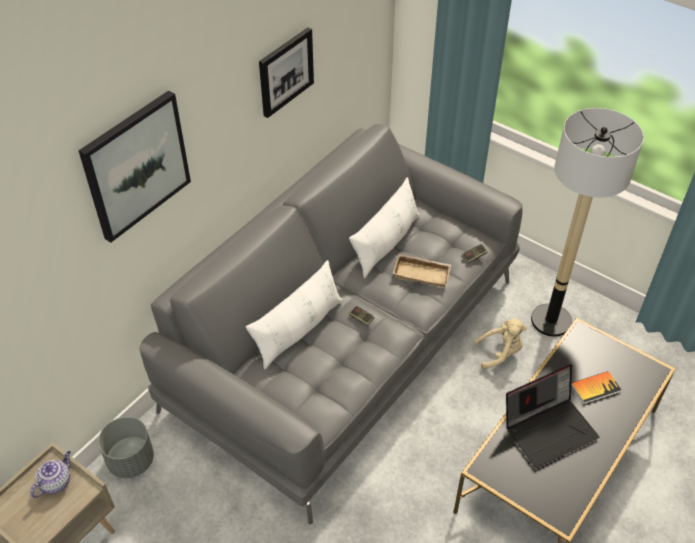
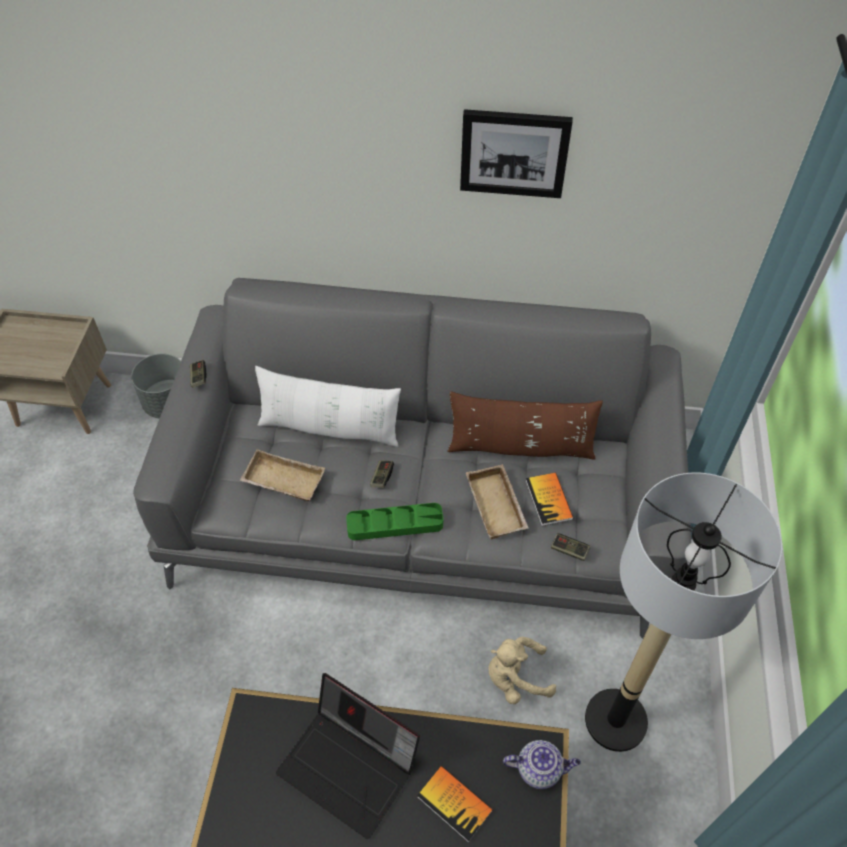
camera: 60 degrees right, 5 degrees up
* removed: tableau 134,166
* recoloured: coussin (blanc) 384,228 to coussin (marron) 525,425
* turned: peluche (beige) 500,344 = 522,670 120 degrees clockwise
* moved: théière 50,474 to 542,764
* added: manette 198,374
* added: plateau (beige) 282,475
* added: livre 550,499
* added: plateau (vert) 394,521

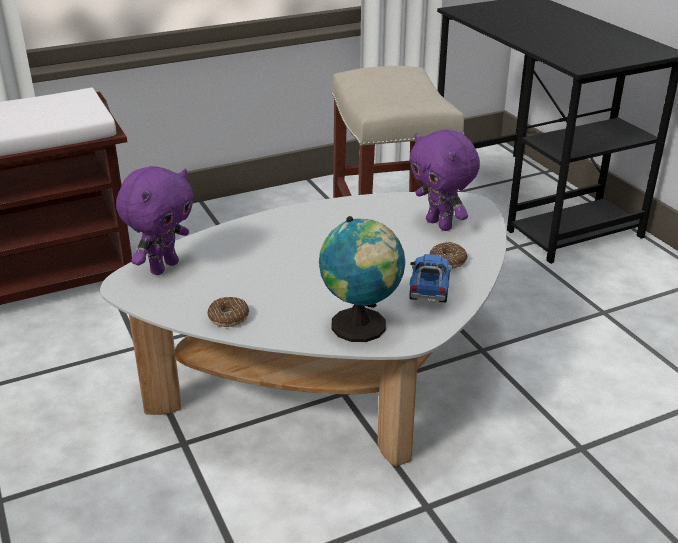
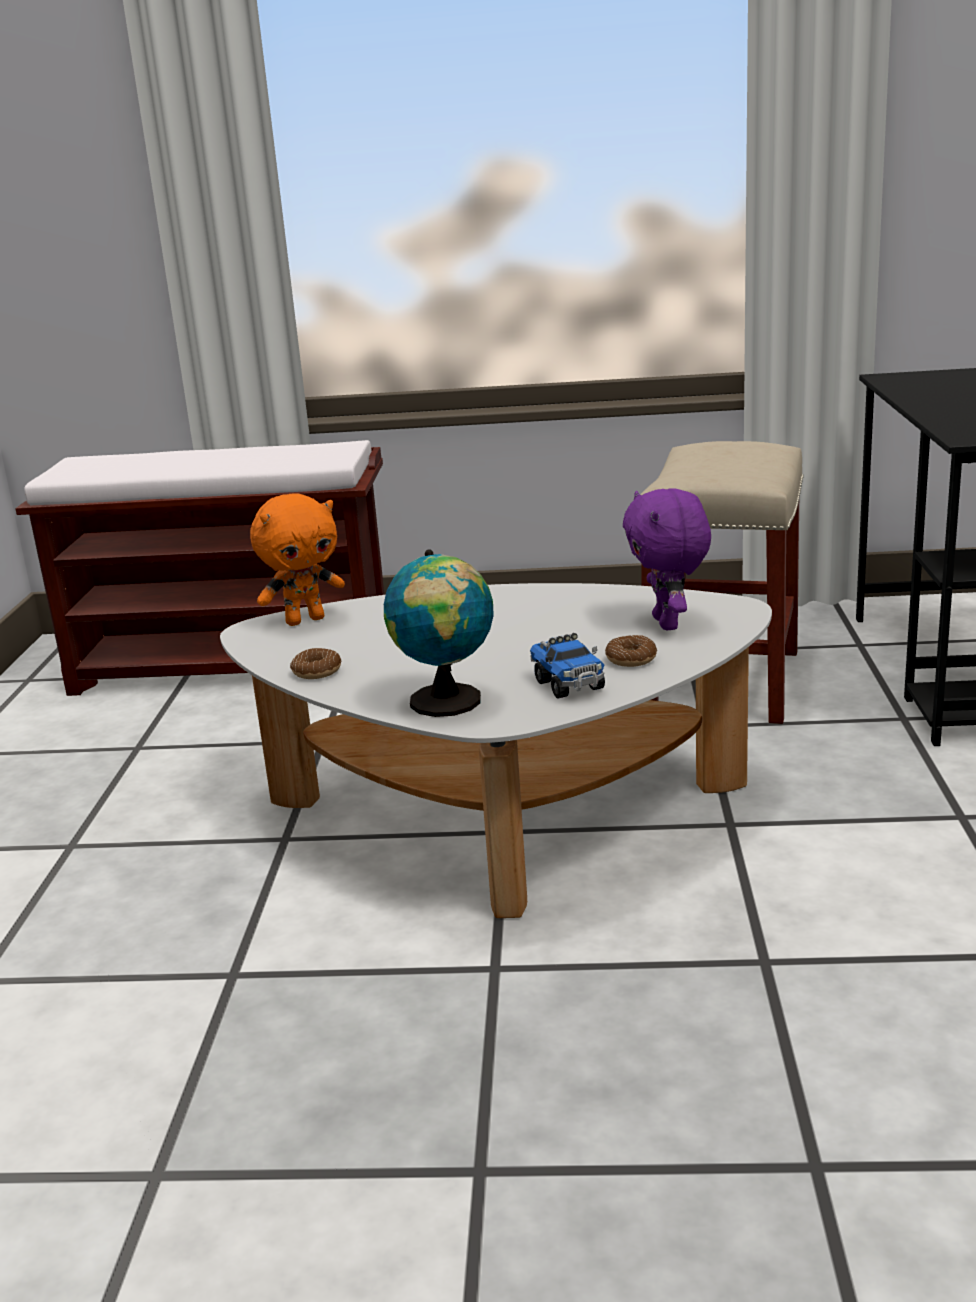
camera: 30 degrees right, 10 degrees down
* recoloured: peluche (violet) 155,220 to peluche (orange) 297,559
* turned: camion jouet 430,278 = 567,665 120 degrees clockwise

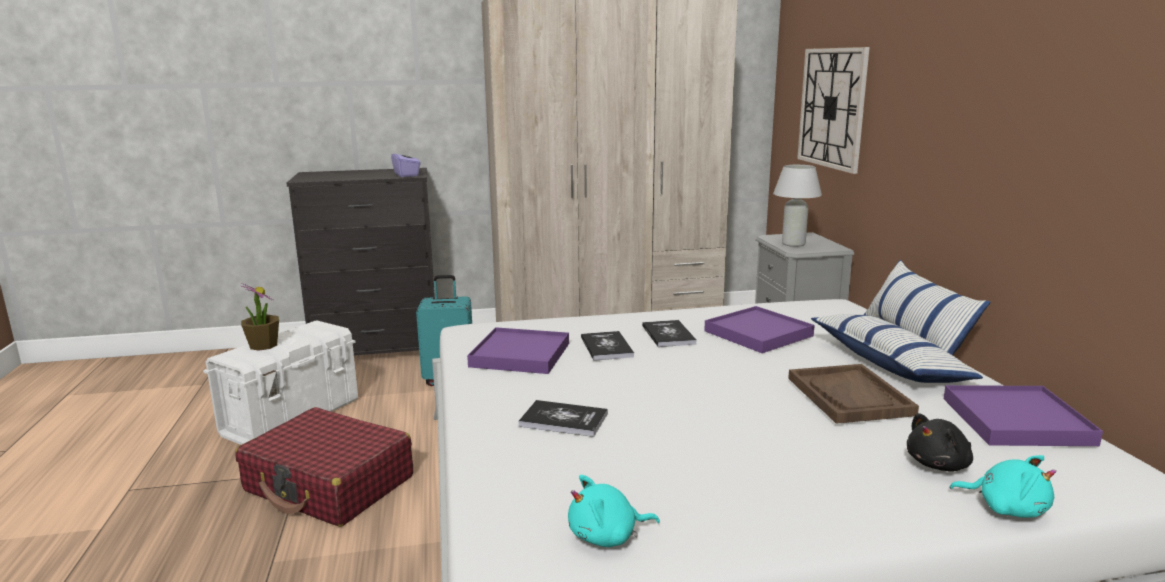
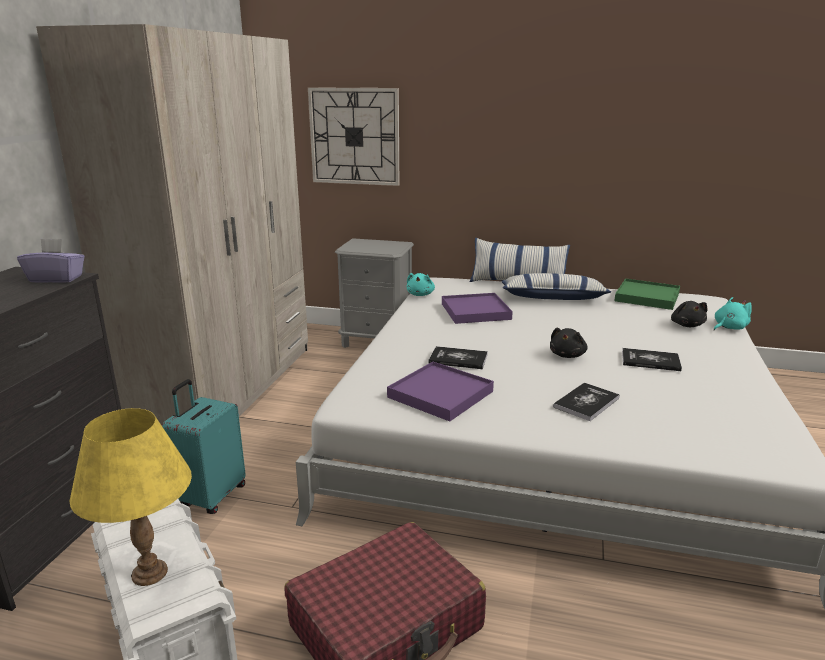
camera: 65 degrees left, 5 degrees up
* removed: lampe de table (blanc) 797,206
* replaced: plante en pot 259,317 to lampe de table (jaune) 130,497
* moved: livre 669,333 to 652,359
* removed: plateau (marron) 853,394
* recoloured: plateau (violet) 1023,415 to plateau (vert) 647,294
* moved: peluche (turquoise) 614,511 to 421,284
* added: peluche (noir) 569,343

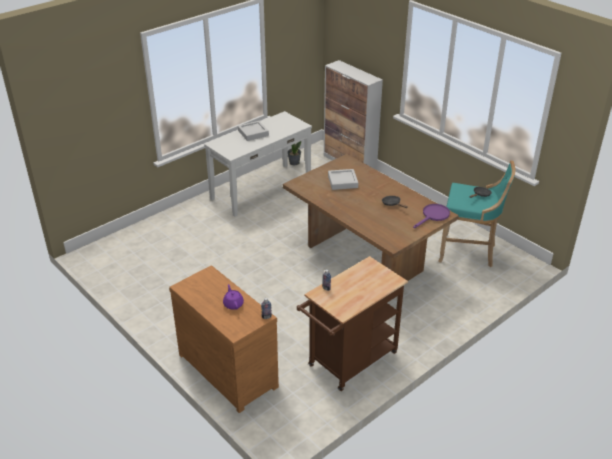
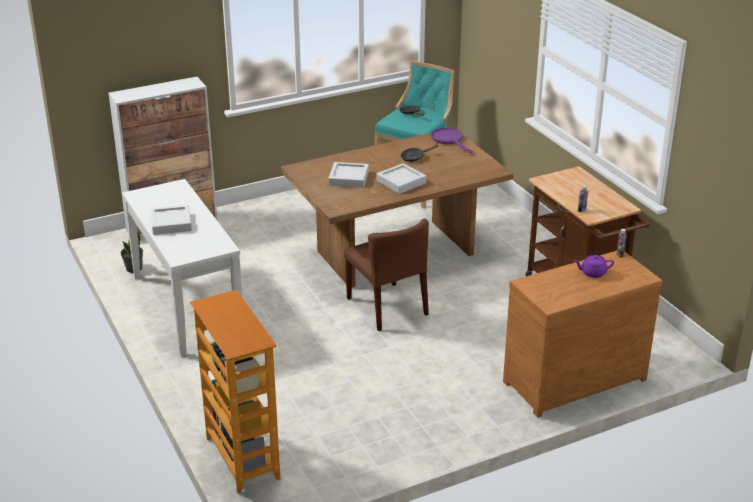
camera: 75 degrees left, 5 degrees down
* added: plateau (gris) 401,178
* added: chaise (marron) 386,274
* added: bibliothèque 235,391

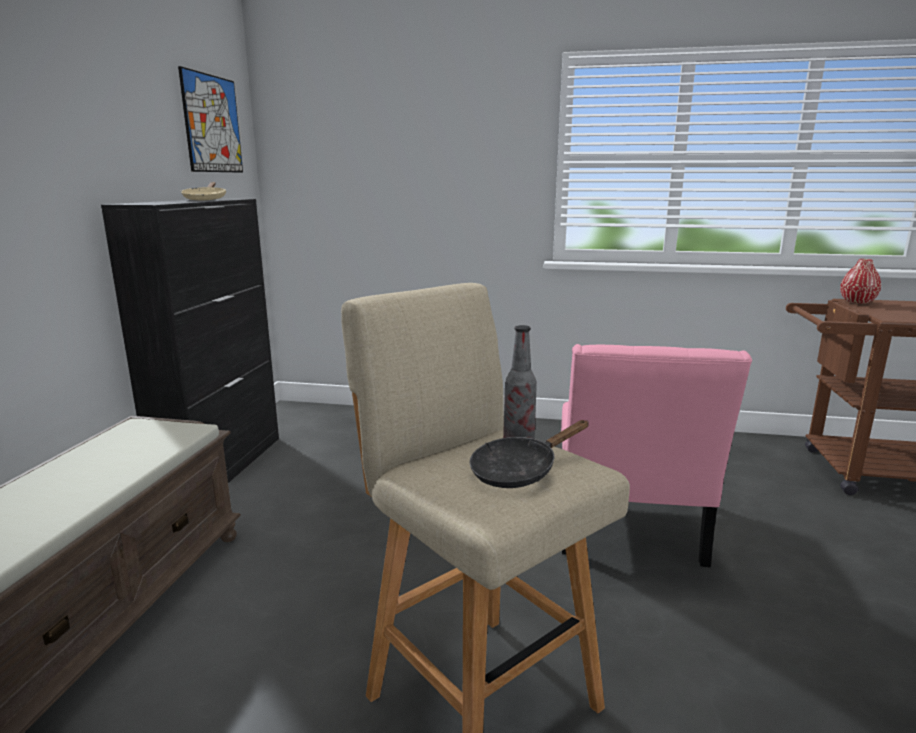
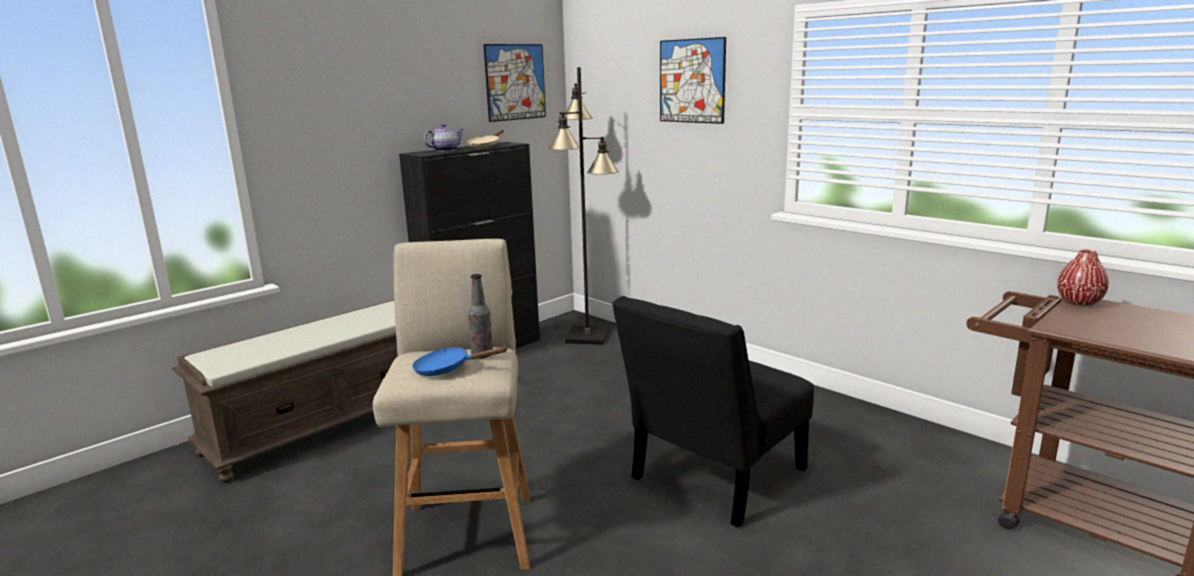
camera: 35 degrees right, 0 degrees up
* recoloured: chaise (rose) 656,455 to chaise (noir) 713,412
* recoloured: poêle (noir) 529,454 to poêle (bleu) 460,361
* added: tableau 693,80
* added: lampadaire (noir) 583,206
* added: théière 443,138

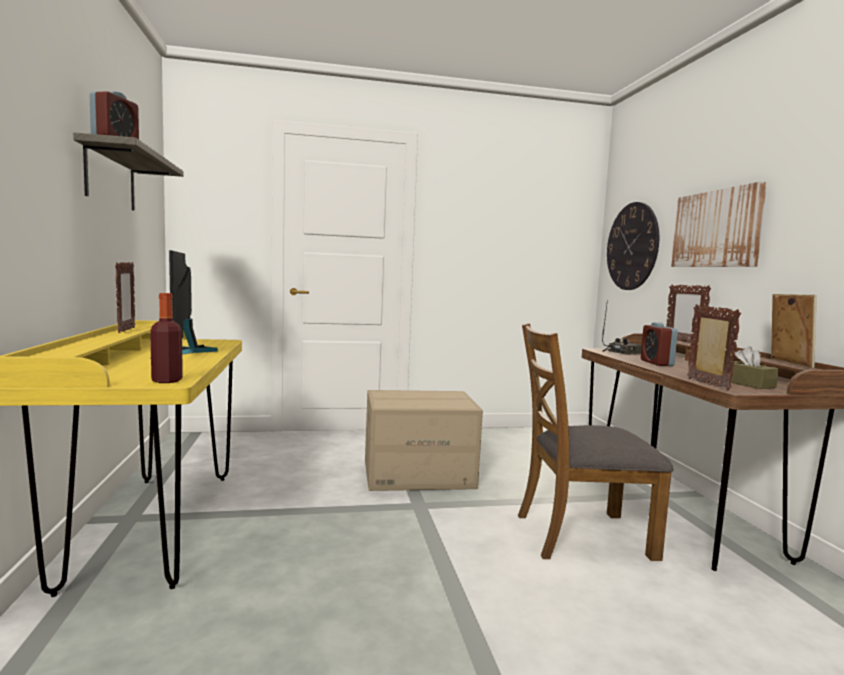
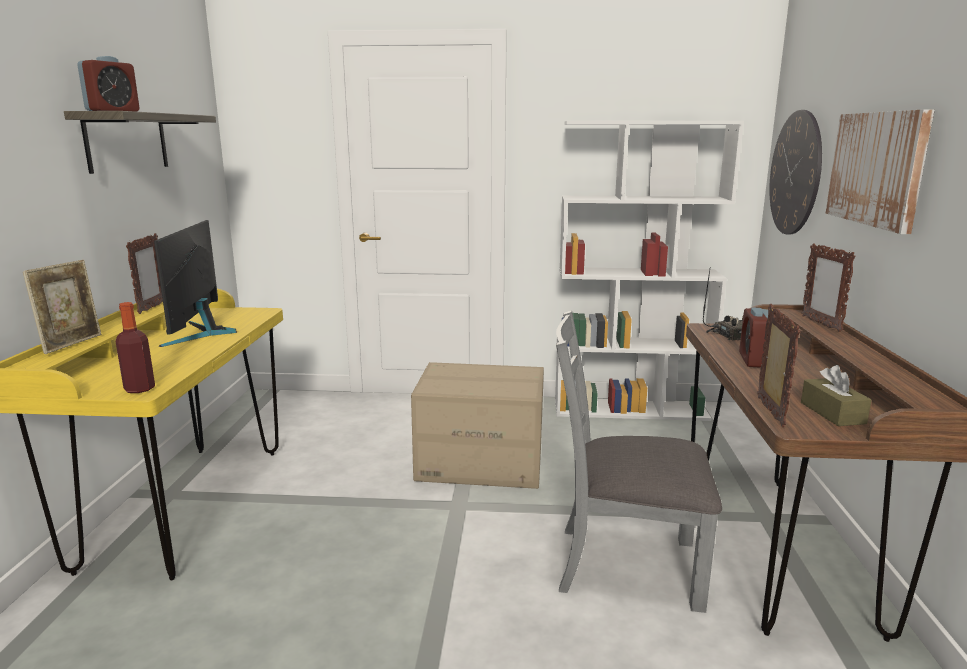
camera: 15 degrees right, 10 degrees up
* moved: cadre photo 794,331 to 62,307
* recoloured: chaise (marron) 596,442 to chaise (gris) 639,462
* added: bibliothèque (blanc) 649,271

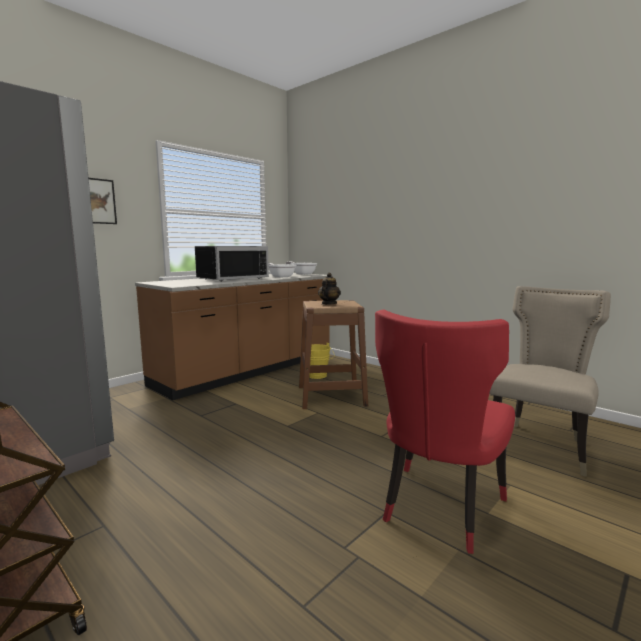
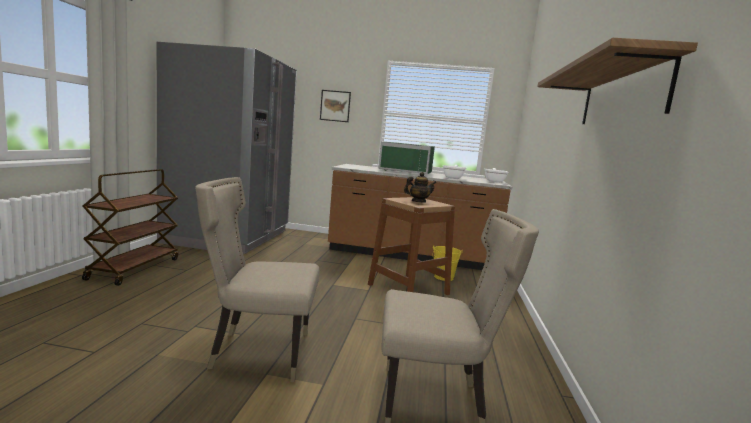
camera: 55 degrees right, 0 degrees up
* recoloured: micro-ondes (noir) 232,264 to micro-ondes (vert) 406,158
* recoloured: chaise (rouge) 445,431 to chaise (beige) 257,279
* added: étagère 617,81

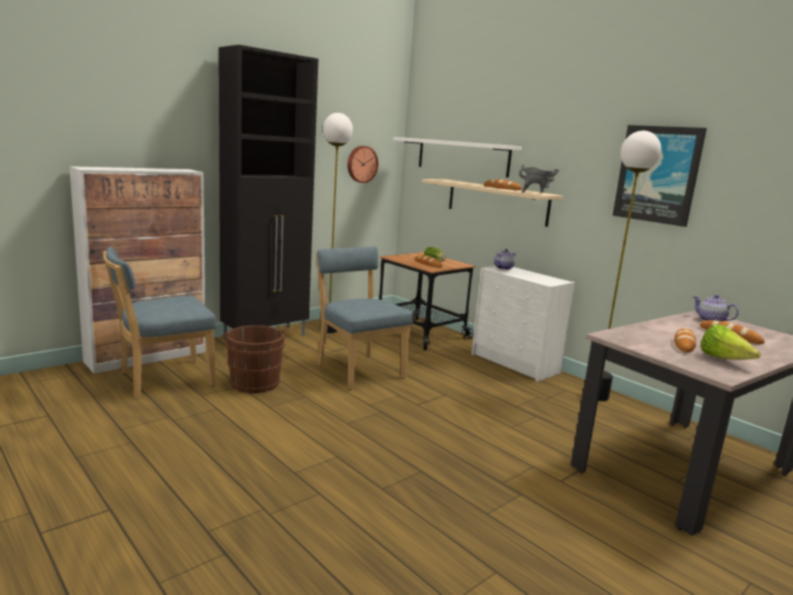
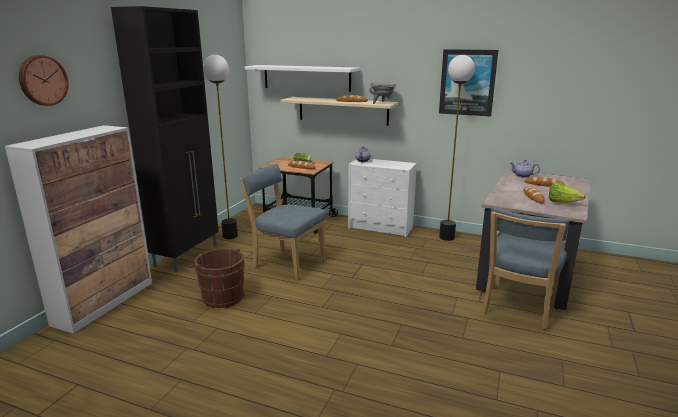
camera: 25 degrees left, 5 degrees up
* moved: horloge murale 362,164 to 44,80
* moved: chaise (bleu) 159,322 to 525,268

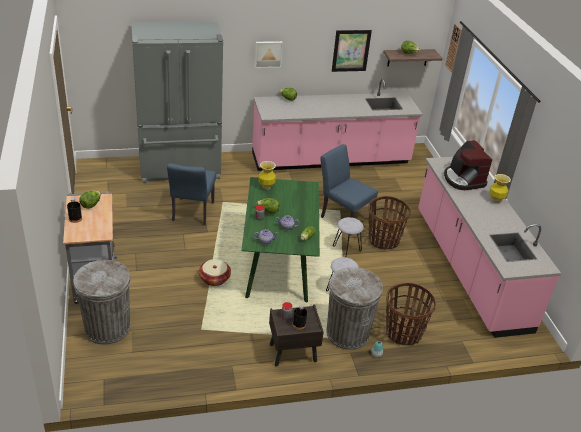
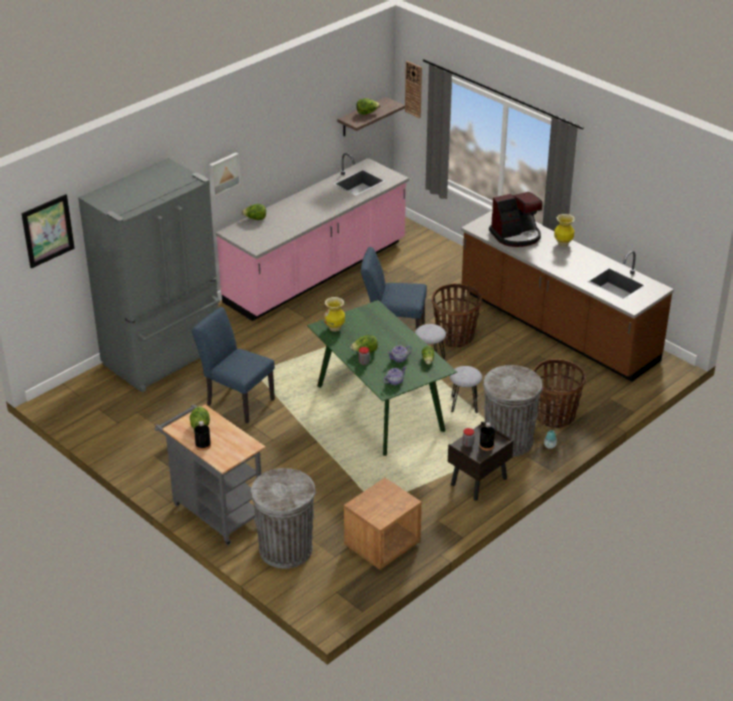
camera: 30 degrees left, 0 degrees up
* moved: tableau 352,51 to 48,231
* turned: machine à café 468,165 = 515,219 60 degrees counterclockwise
* recoloured: comptoir de cuisine (rose) 489,247 to comptoir de cuisine (marron) 567,296
* turned: chaise (bleu) 191,194 = 233,365 150 degrees clockwise
* removed: panier 215,272
* added: table de chevet (marron) 383,524

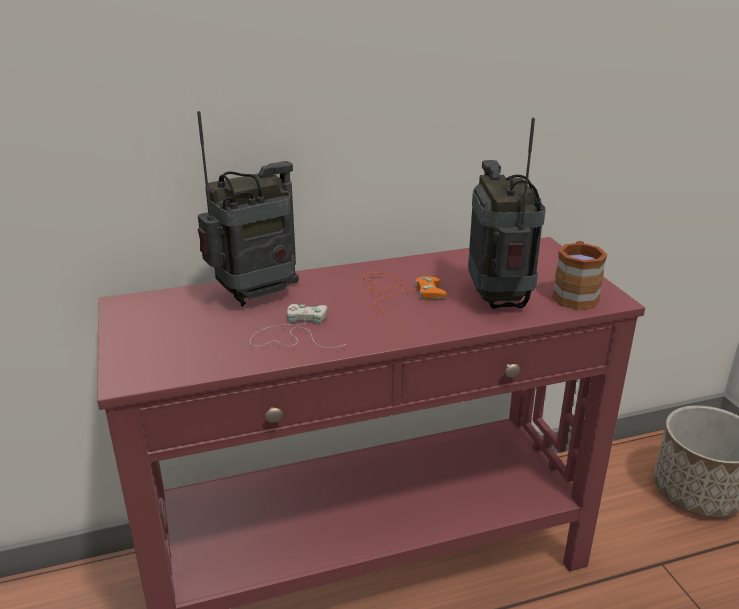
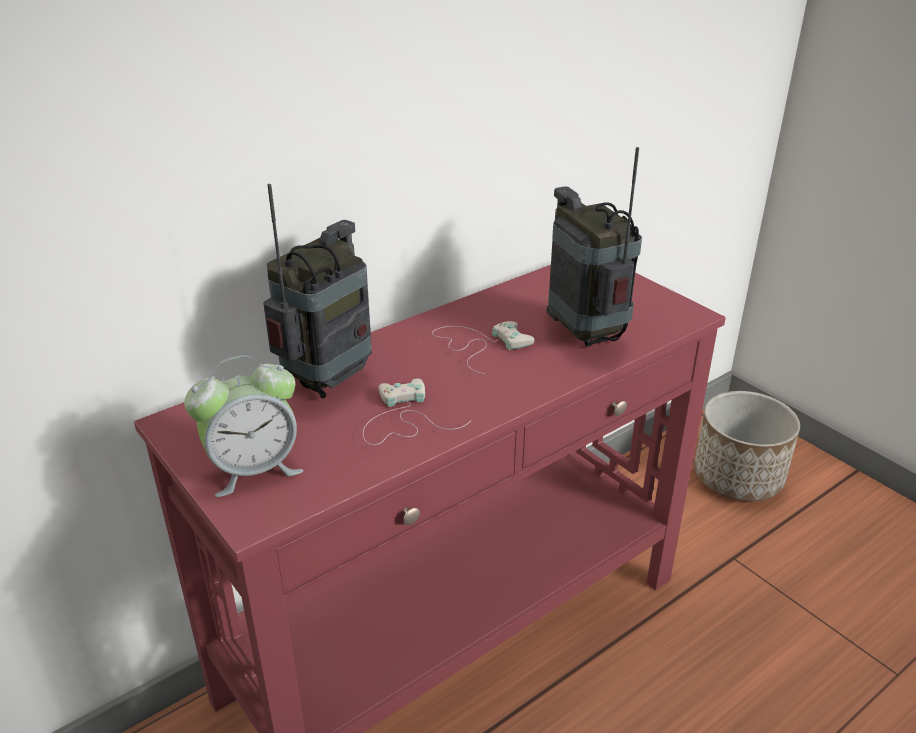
camera: 20 degrees left, 5 degrees up
* removed: mug (marron) 579,275
* recoloured: manette (orange) 404,292 to manette (blanc) 483,347
* added: réveil 243,426

